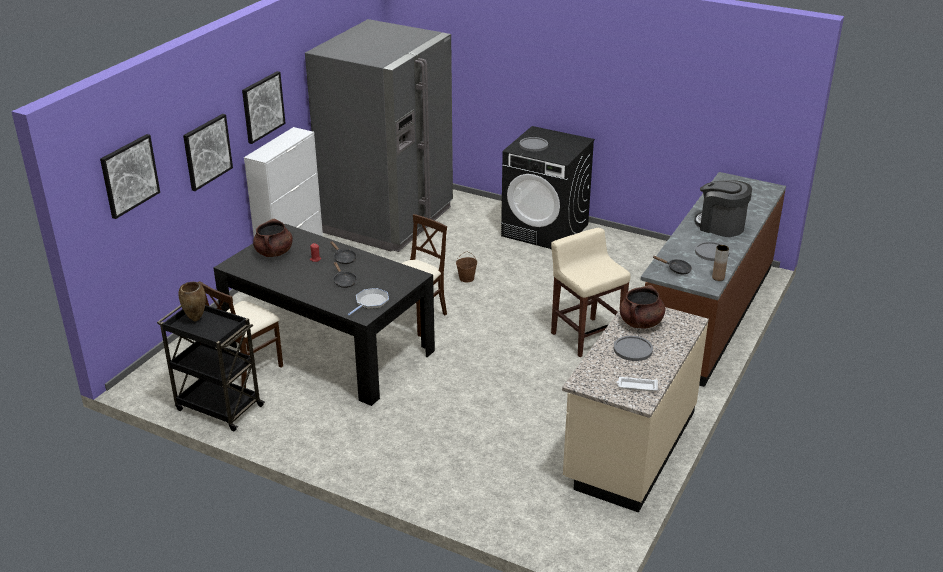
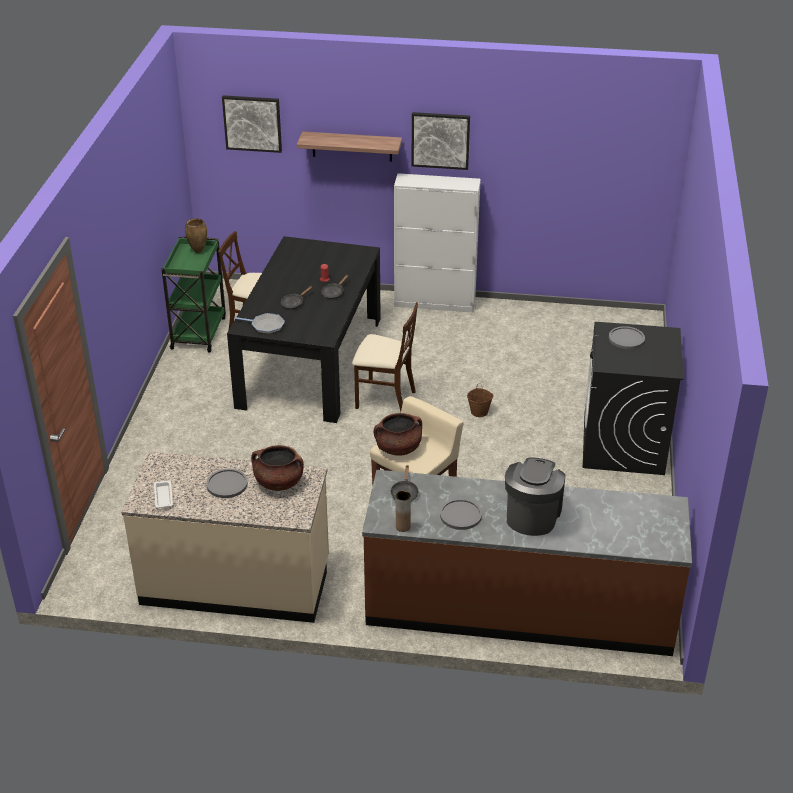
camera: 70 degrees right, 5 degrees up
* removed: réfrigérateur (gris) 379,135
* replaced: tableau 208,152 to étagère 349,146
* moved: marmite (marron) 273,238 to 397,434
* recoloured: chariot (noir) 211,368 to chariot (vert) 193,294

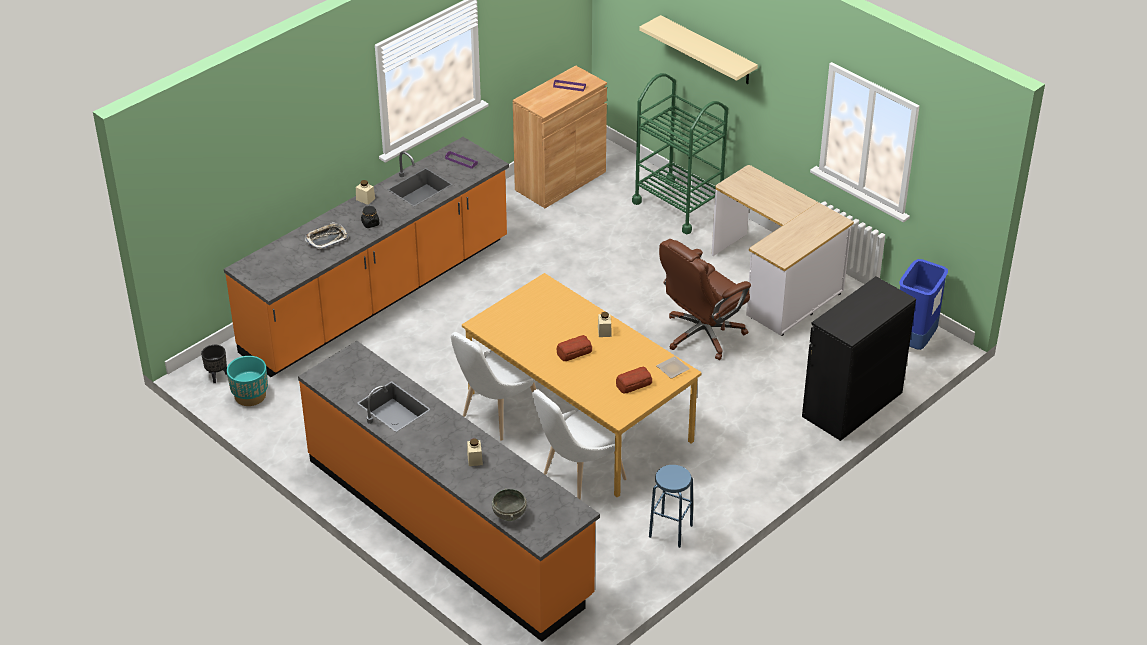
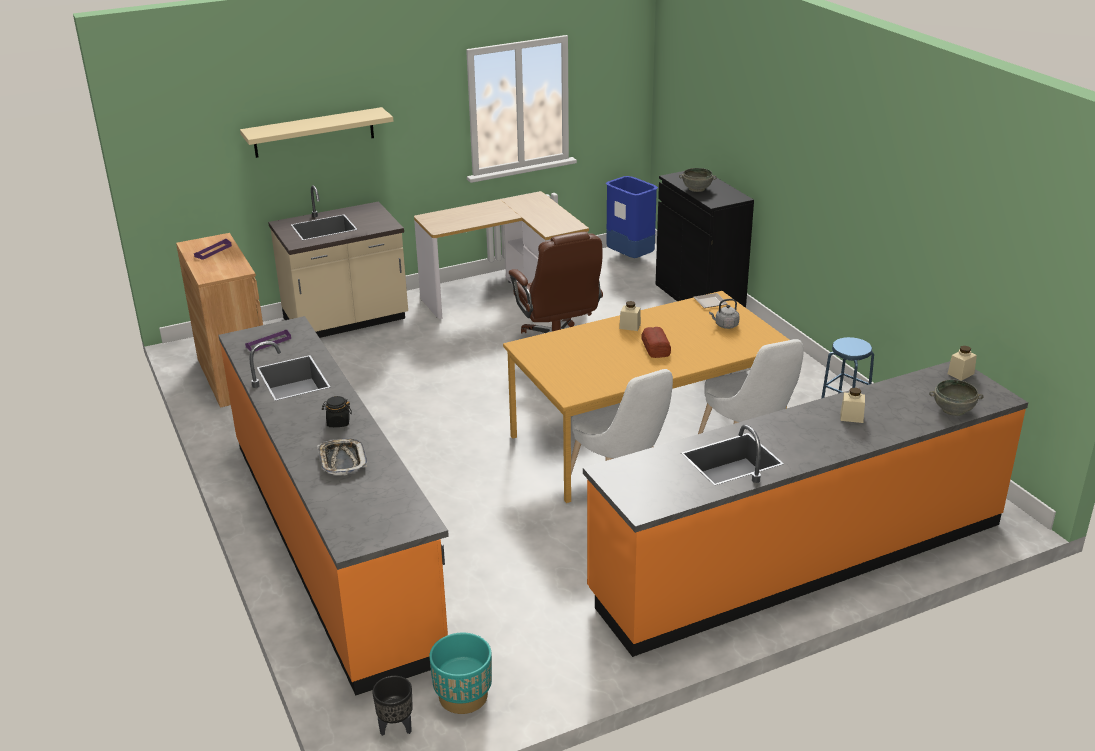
camera: 70 degrees left, 10 degrees down
* replaced: chariot (vert) 680,153 to comptoir de cuisine (beige) 338,261
* moved: bocal (beige) 365,192 to 962,363
* replaced: pain 634,380 to bouilloire (gris) 724,314
* added: bol (gris) 698,180

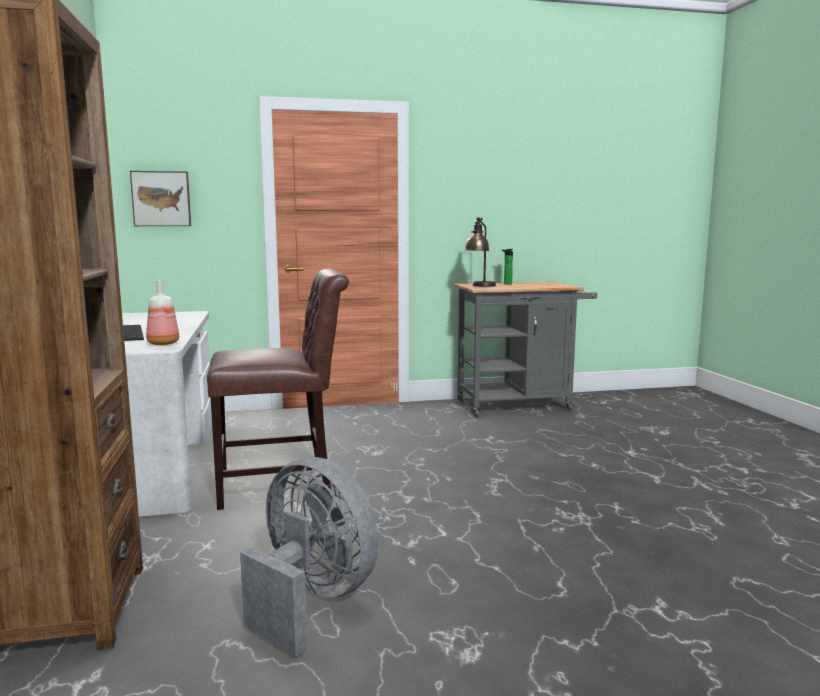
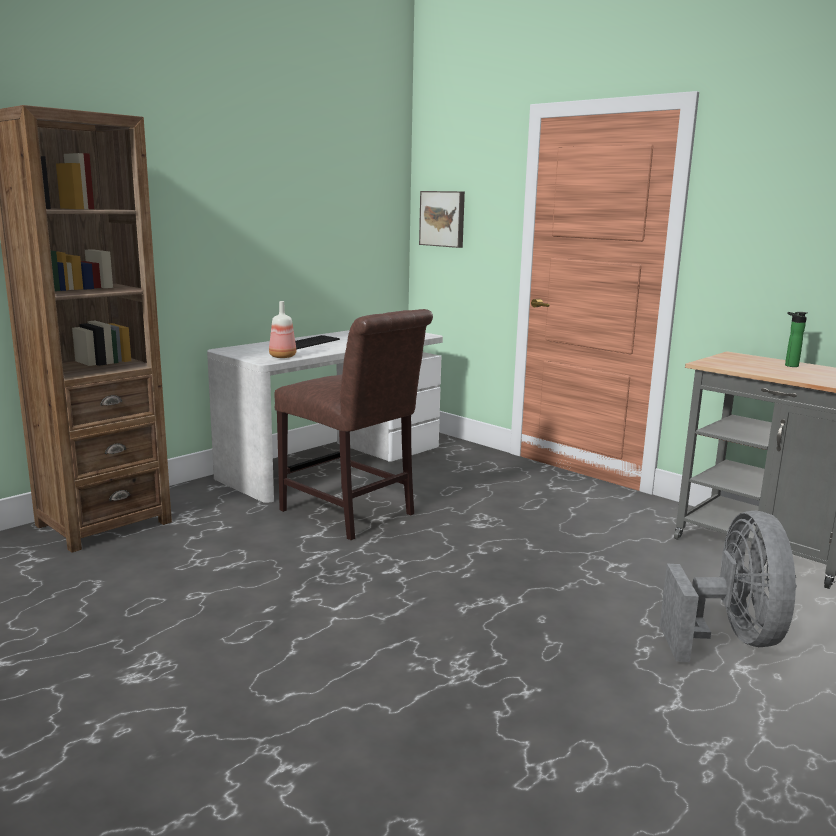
camera: 55 degrees right, 5 degrees up
* removed: lampe de table 480,252
* moved: ventilateur (gris) 309,557 to 728,586

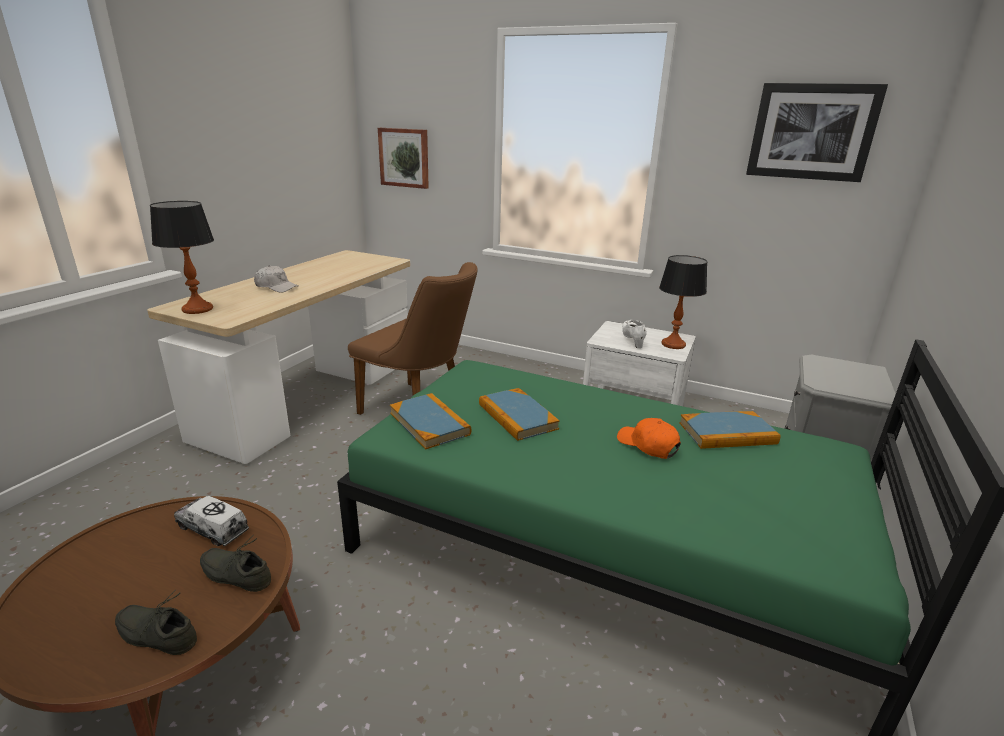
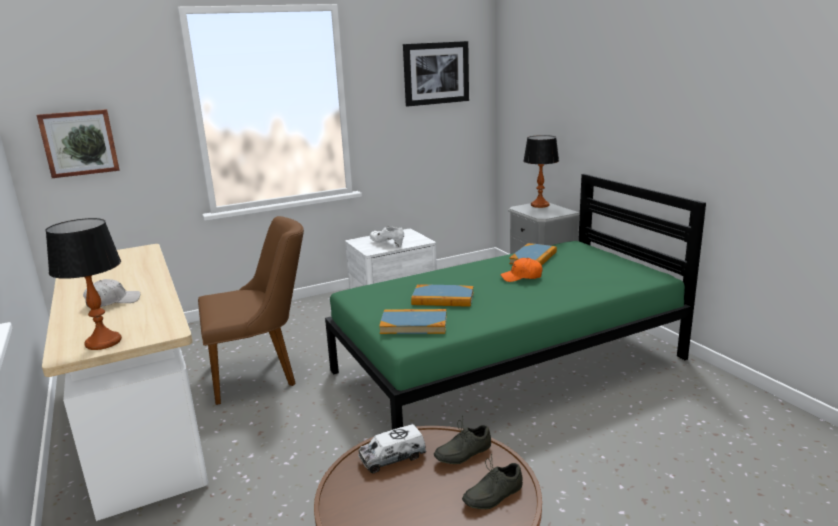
camera: 50 degrees left, 5 degrees down
* moved: lampe de table 683,302 to 541,171

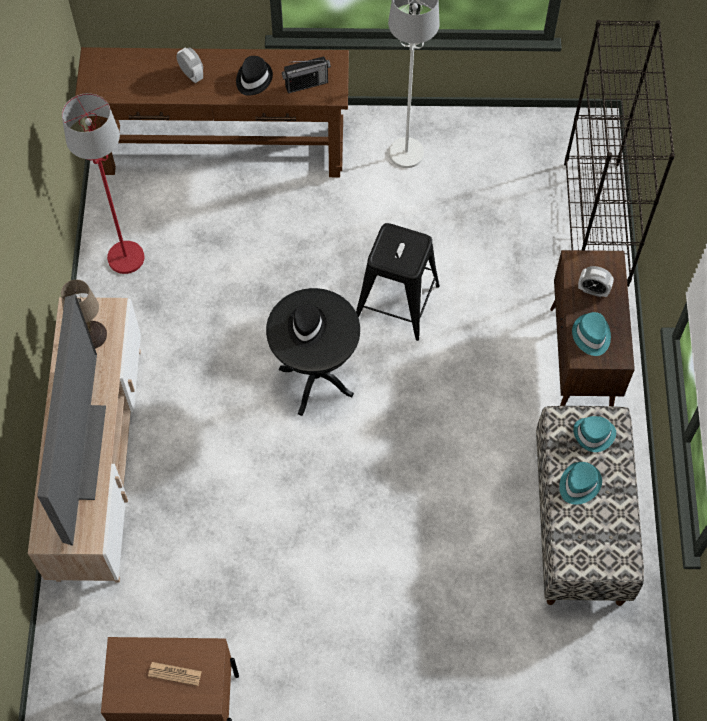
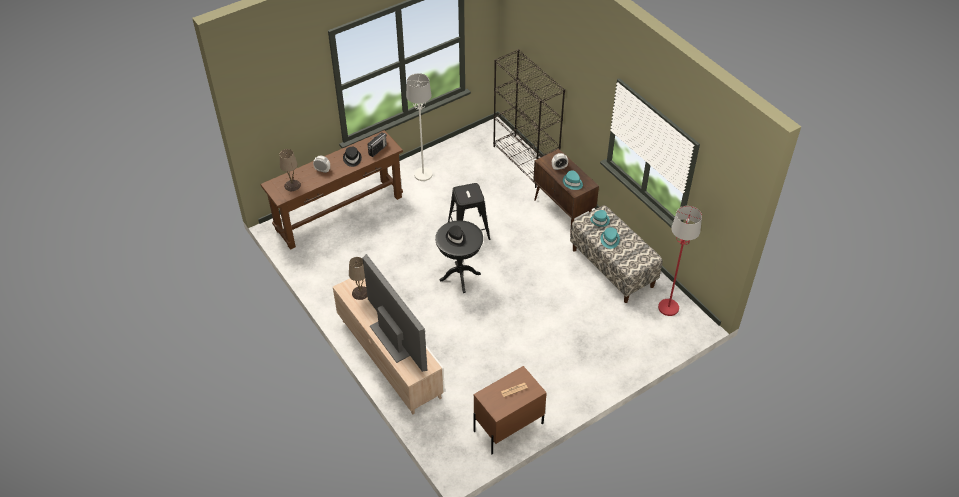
camera: 35 degrees left, 15 degrees down
* moved: lampadaire (rouge) 103,183 to 680,261
* added: lampe de table (beige) 290,170

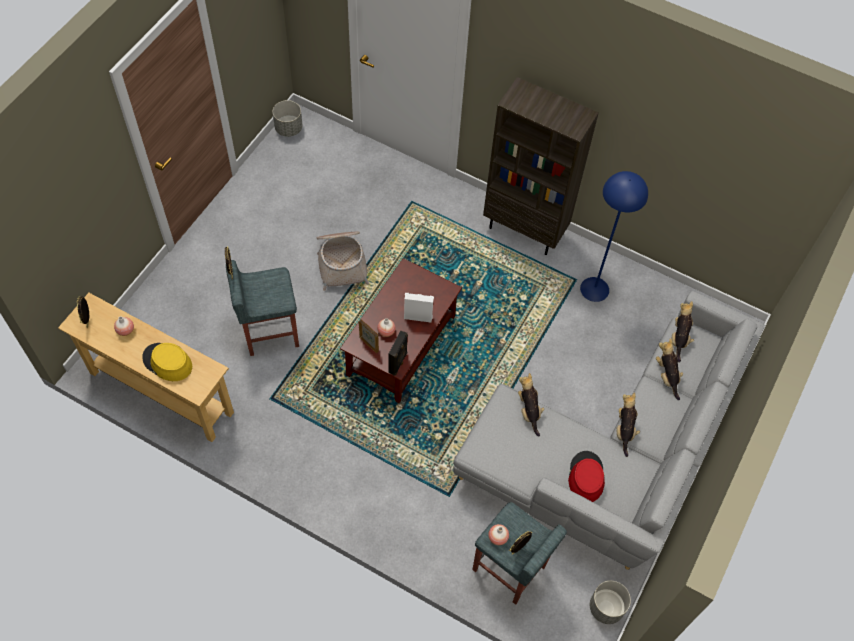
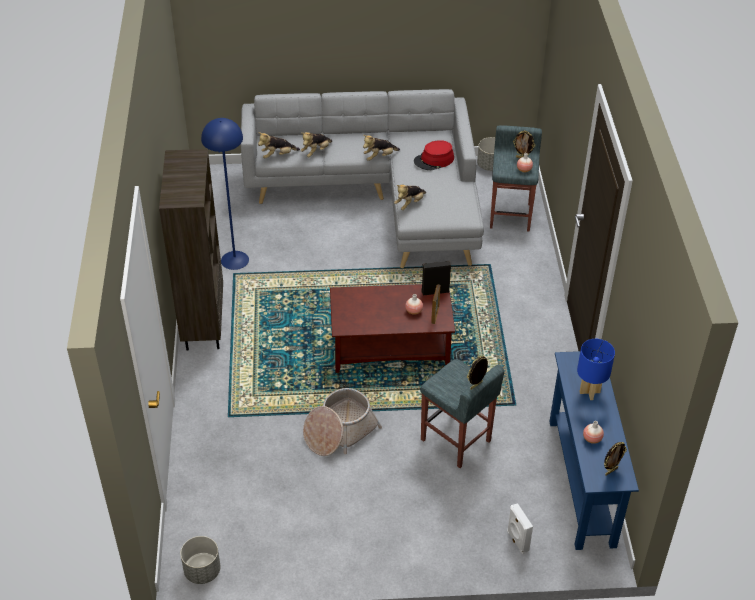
camera: 120 degrees left, 15 degrees down
* recoloured: table console (beige) 146,367 to table console (bleu) 594,450
* moved: enceinte (blanc) 419,307 to 520,528
* replaced: chapeau (jaune) 167,362 to lampe de table (bleu) 596,369

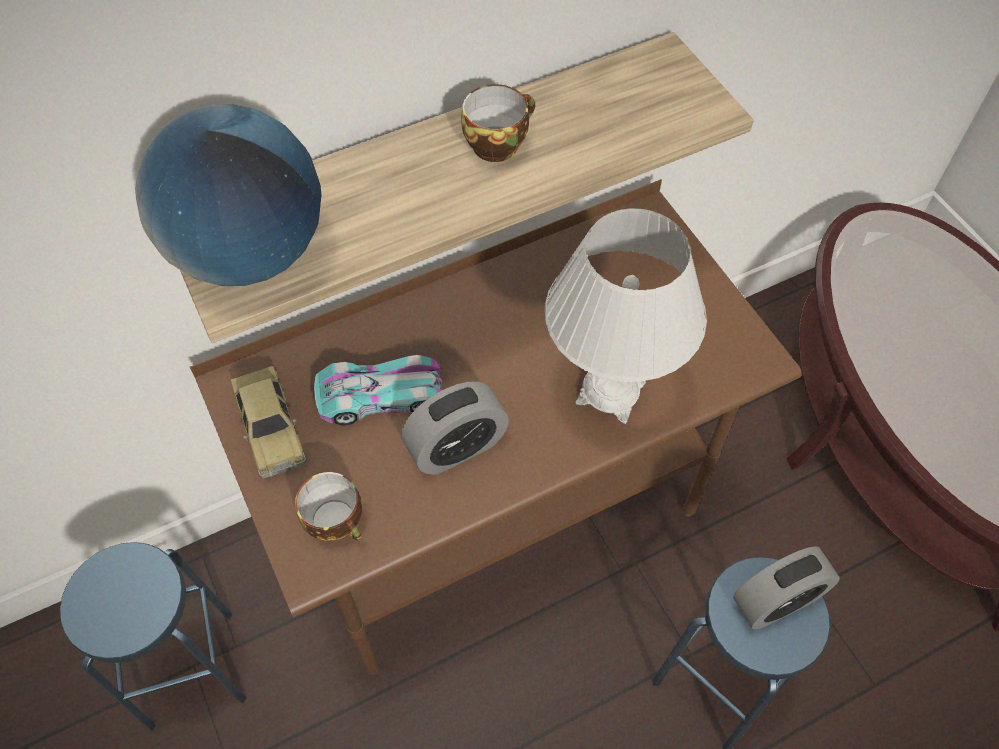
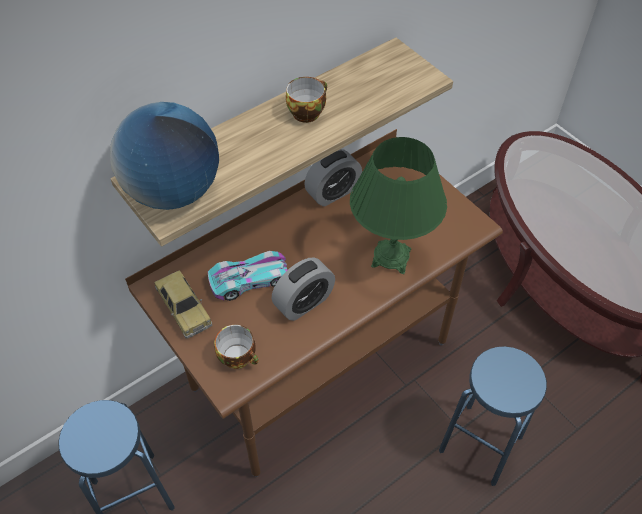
camera: 10 degrees left, 5 degrees down
* recoloured: lampe de table (blanc) 626,316 to lampe de table (vert) 398,205
* moved: réveil 786,587 to 333,177

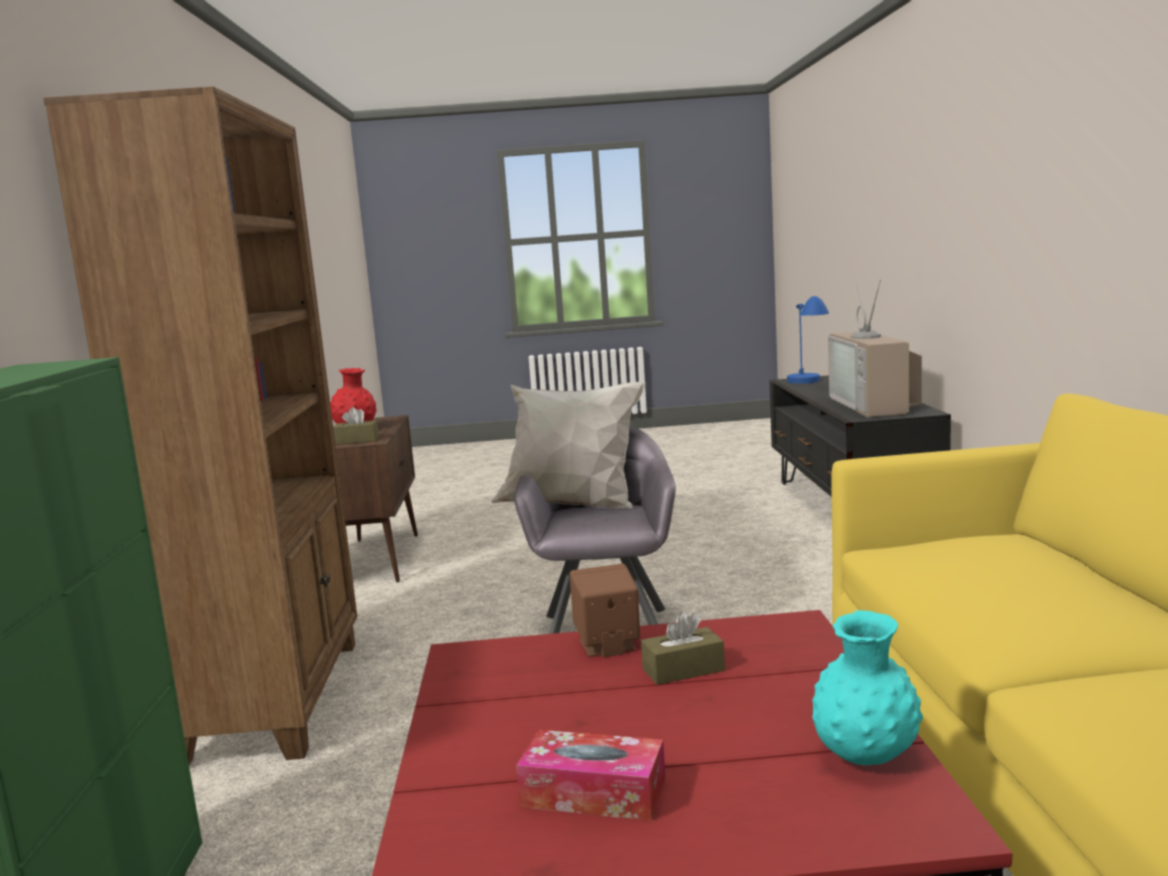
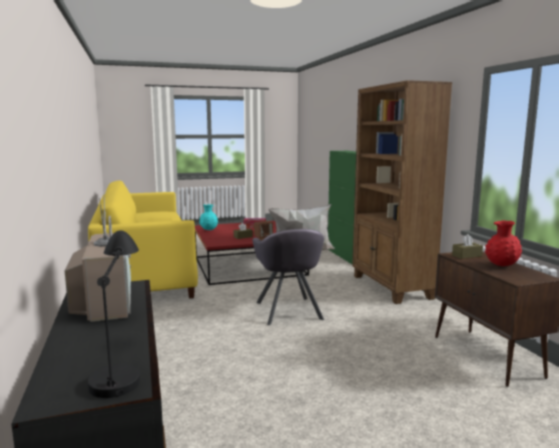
camera: 165 degrees right, 0 degrees up
* recoloured: lampe de table (bleu) 808,340 to lampe de table (noir) 114,314

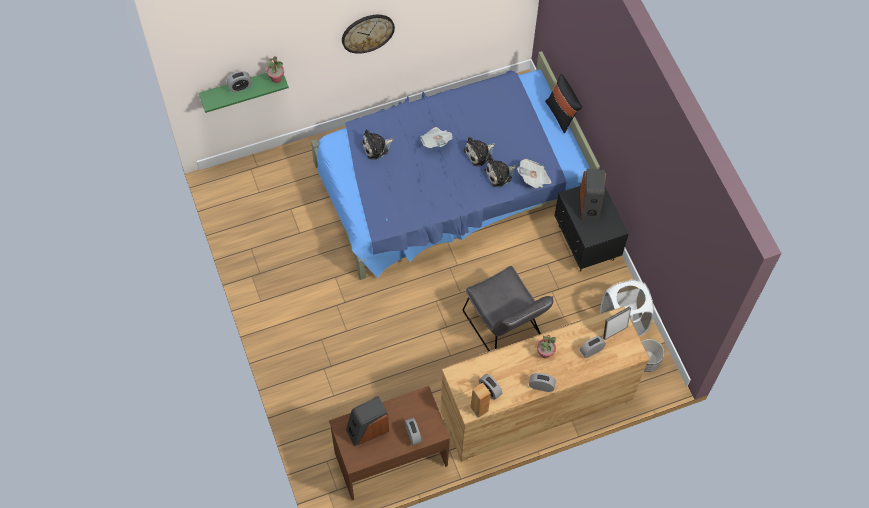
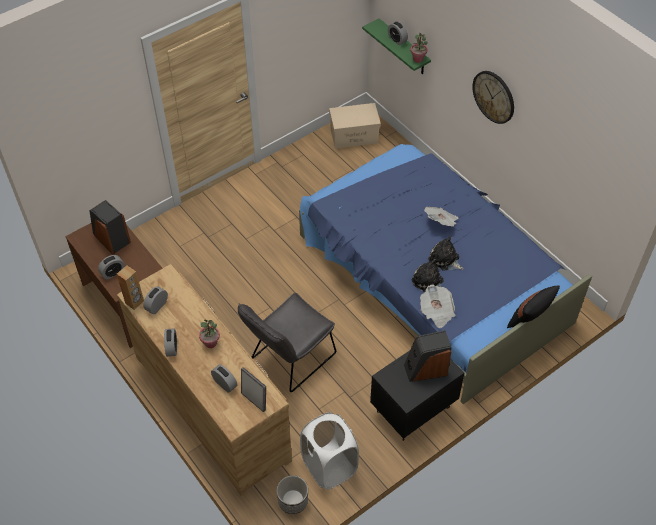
camera: 75 degrees right, 10 degrees down
* removed: peluche 377,144
* added: boîte de rangement (beige) 355,125

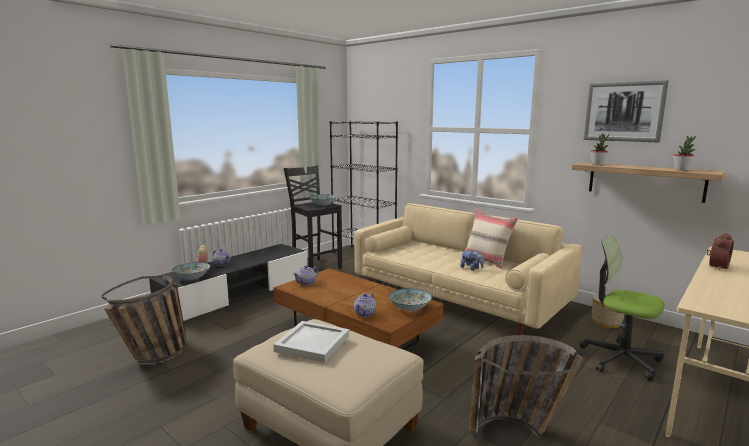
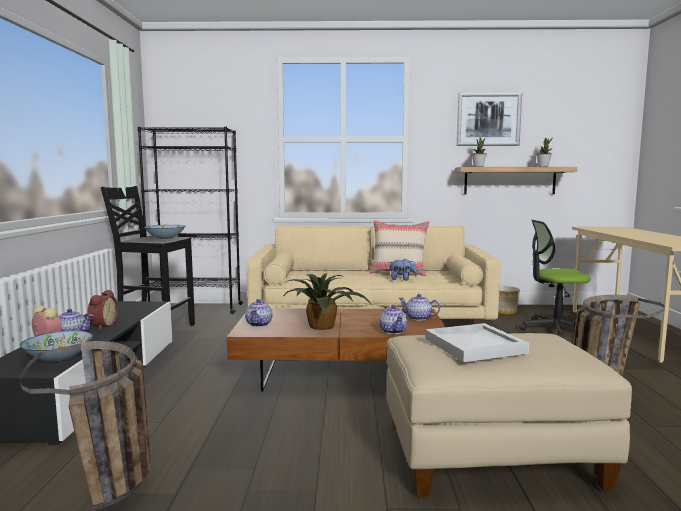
camera: 40 degrees left, 5 degrees down
* moved: réveil 720,251 to 102,310
* replaced: bol 410,299 to théière 419,307
* added: plante en pot 327,301

